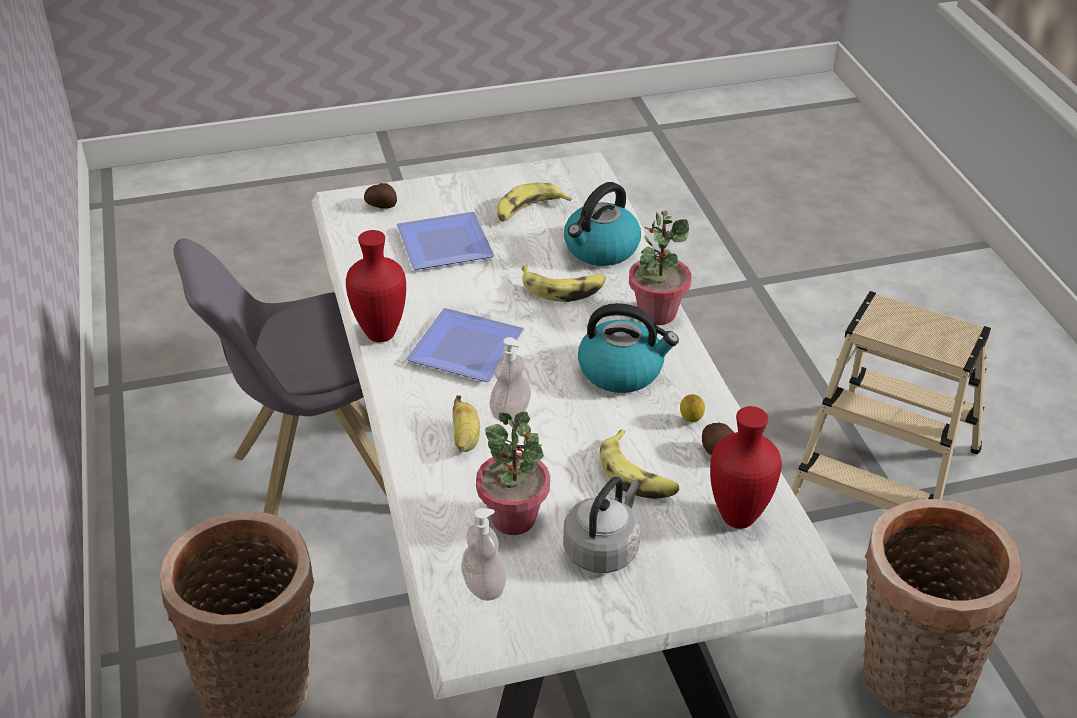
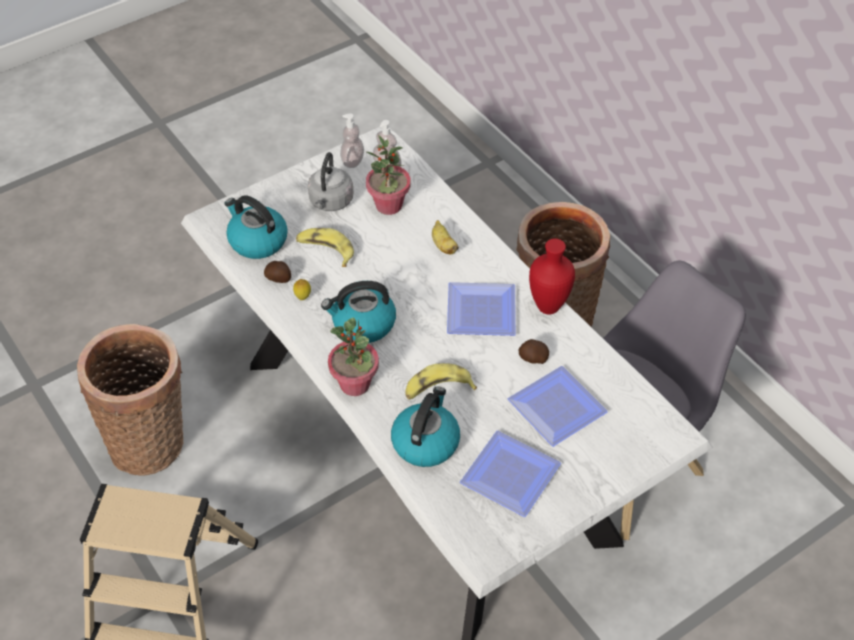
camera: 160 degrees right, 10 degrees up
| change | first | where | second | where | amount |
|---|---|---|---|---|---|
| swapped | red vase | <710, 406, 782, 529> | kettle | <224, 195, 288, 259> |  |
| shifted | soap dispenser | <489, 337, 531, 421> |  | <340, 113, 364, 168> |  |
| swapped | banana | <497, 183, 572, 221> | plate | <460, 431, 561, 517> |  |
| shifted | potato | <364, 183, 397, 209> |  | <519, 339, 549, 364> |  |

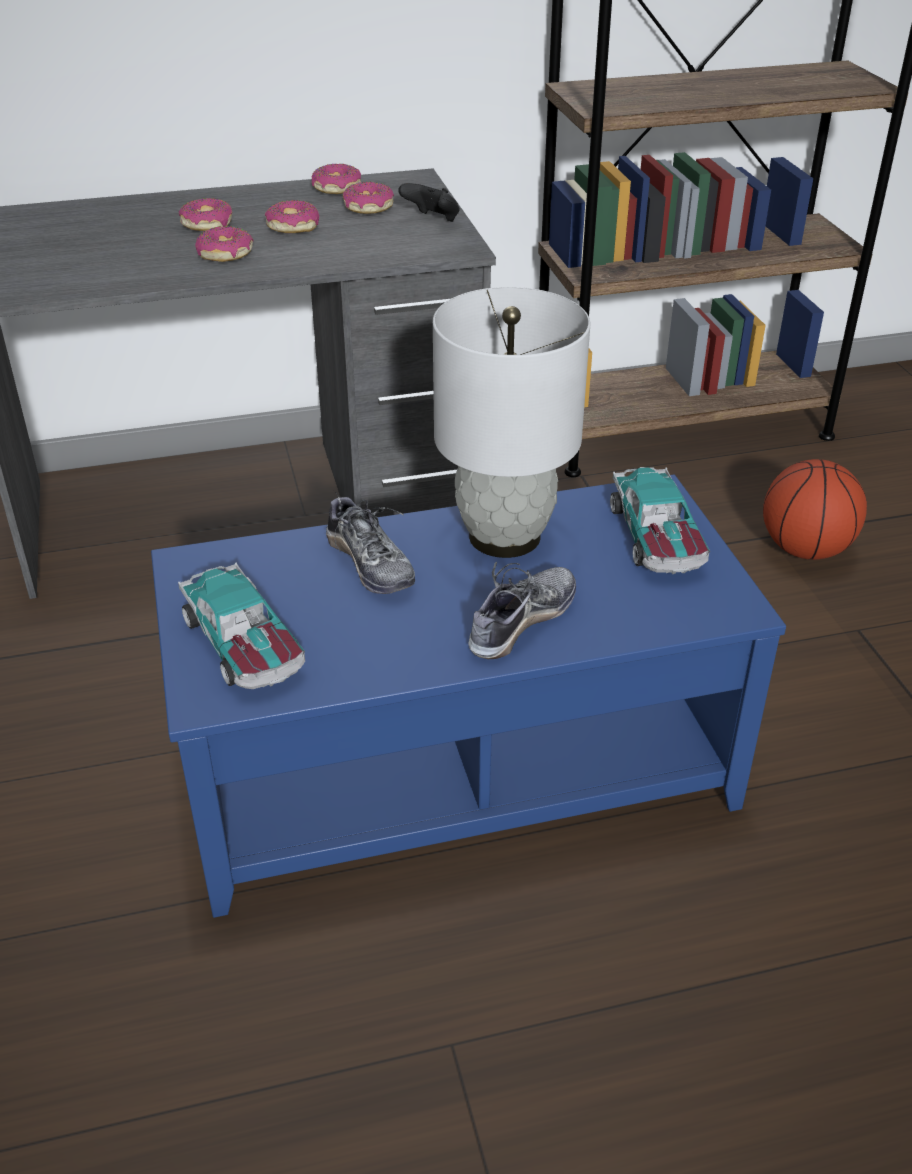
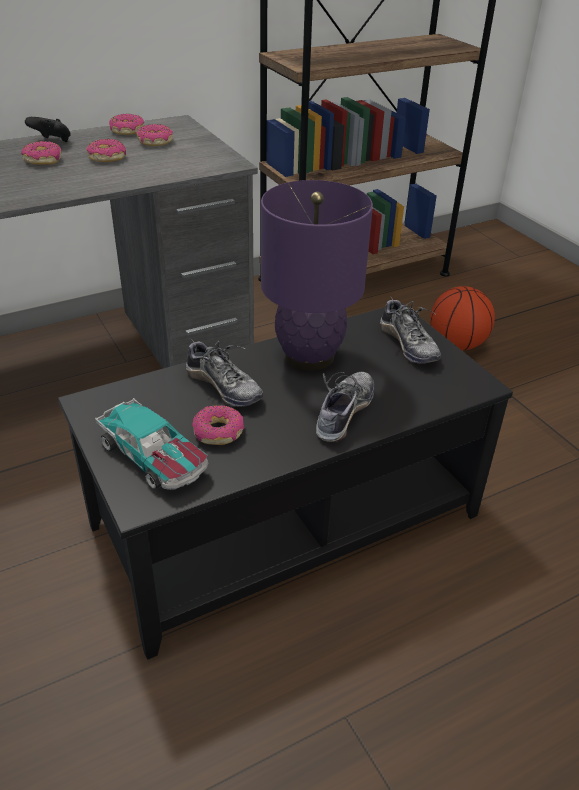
camera: 15 degrees left, 0 degrees up
| change | first | where | second | where | amount |
|---|---|---|---|---|---|
| shifted | black game controller | <398, 183, 460, 222> |  | <25, 117, 71, 142> |  |
| repainted | blue coffee table | <151, 474, 786, 918> | black coffee table | <58, 303, 513, 660> |  |
| shifted | donut | <195, 226, 254, 262> |  | <192, 405, 244, 445> |  |
| repainted | white table lamp | <433, 287, 590, 558> | purple table lamp | <261, 180, 373, 371> |  |
| swapped | toy car | <610, 467, 710, 574> | shoe | <380, 295, 441, 364> |  |

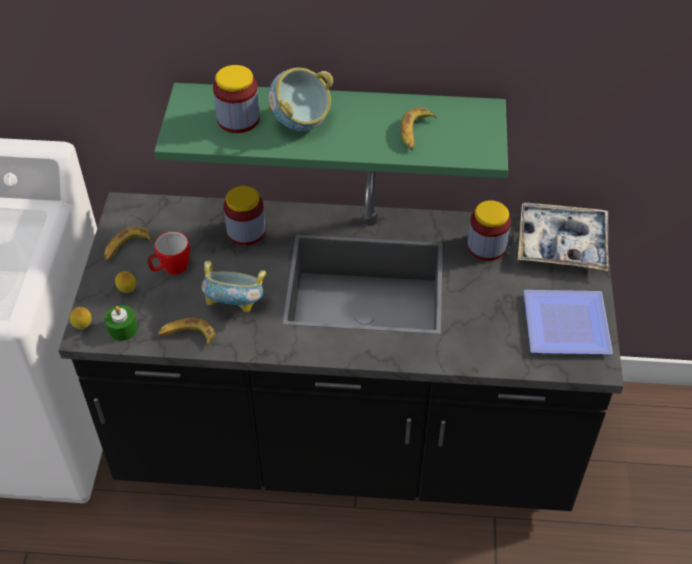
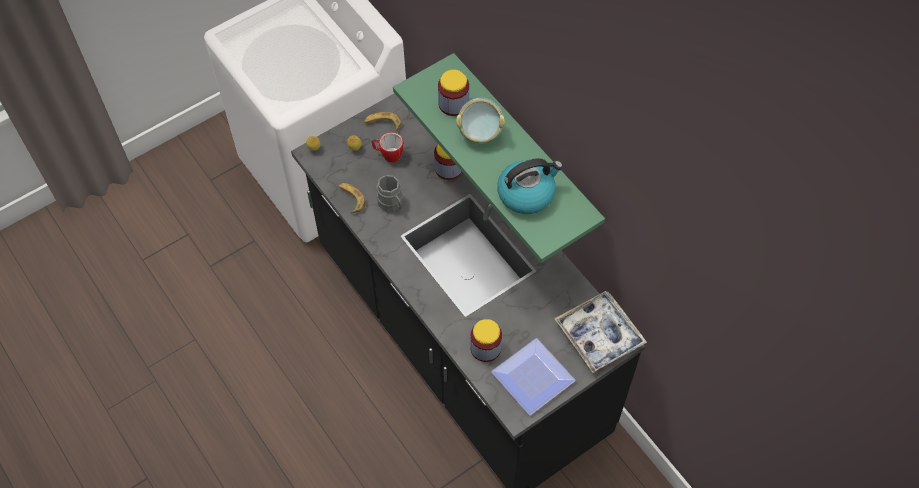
camera: 50 degrees right, 10 degrees up
| change | first | where | second | where | amount |
|---|---|---|---|---|---|
| swapped | bowl | <202, 261, 266, 312> | grey mug | <376, 175, 403, 212> |  |
| shifted | jar | <467, 200, 511, 261> |  | <470, 319, 502, 362> |  |
| swapped | banana | <401, 107, 437, 150> | kettle | <497, 158, 563, 214> |  |
| gone | green candle | <105, 305, 138, 341> |  |  |  |

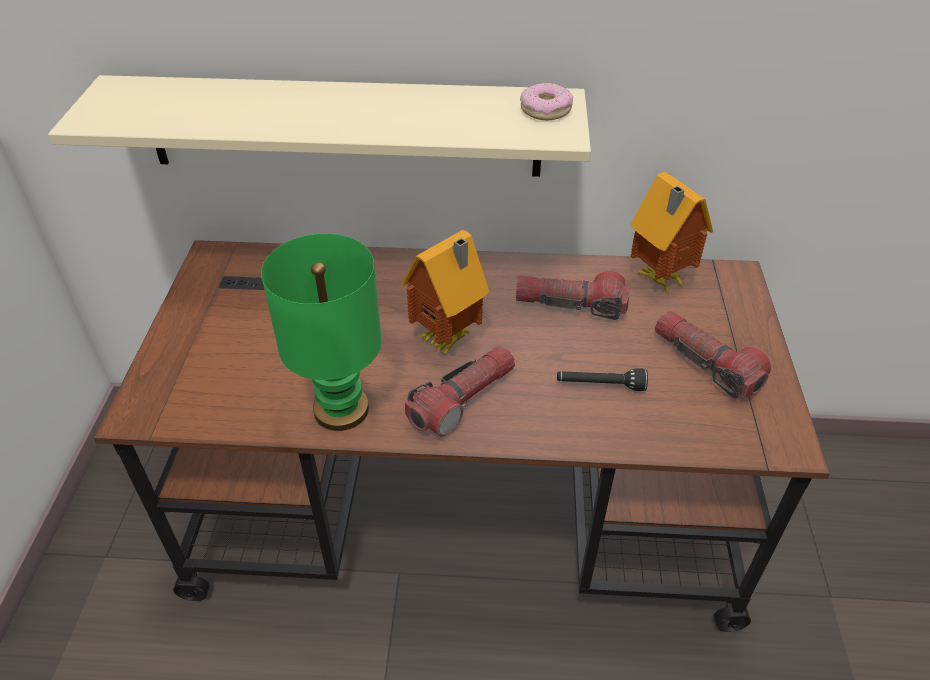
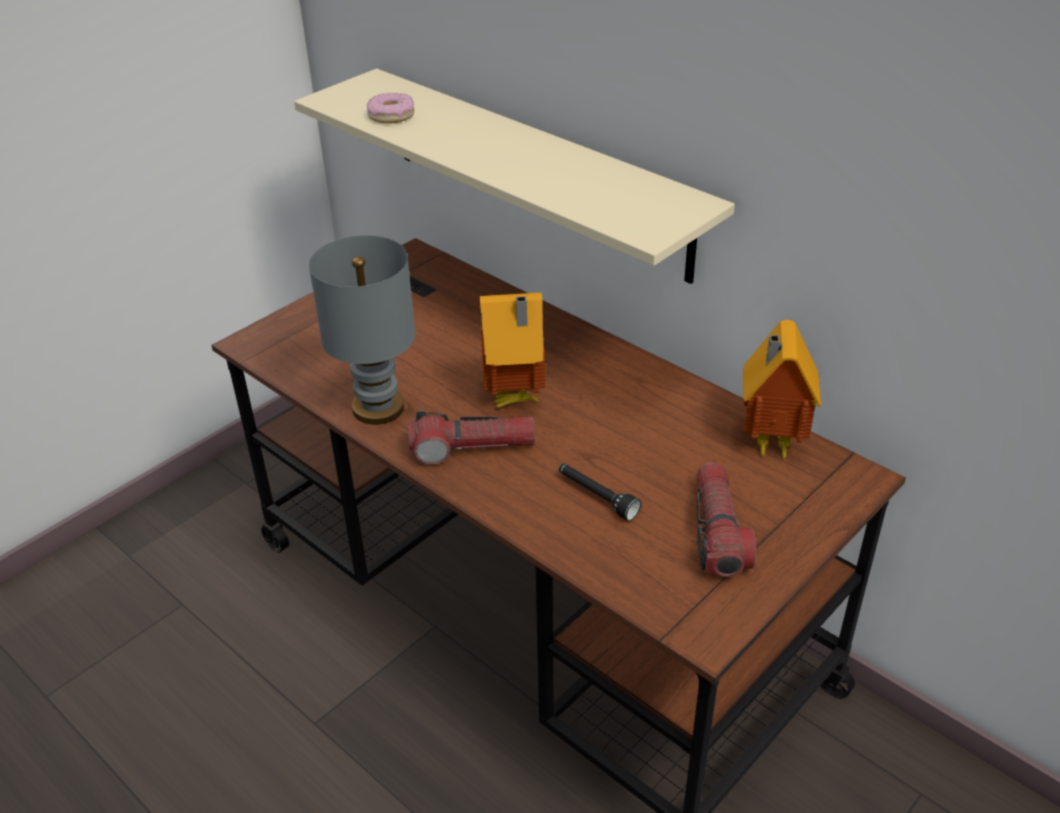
camera: 40 degrees right, 5 degrees down
| change | first | where | second | where | amount |
|---|---|---|---|---|---|
| repainted | green table lamp | <261, 234, 382, 431> | grey table lamp | <309, 235, 416, 425> |  |
| shifted | donut | <520, 83, 573, 120> |  | <367, 93, 415, 123> |  |
| gone | flashlight | <516, 271, 630, 320> |  |  |  |

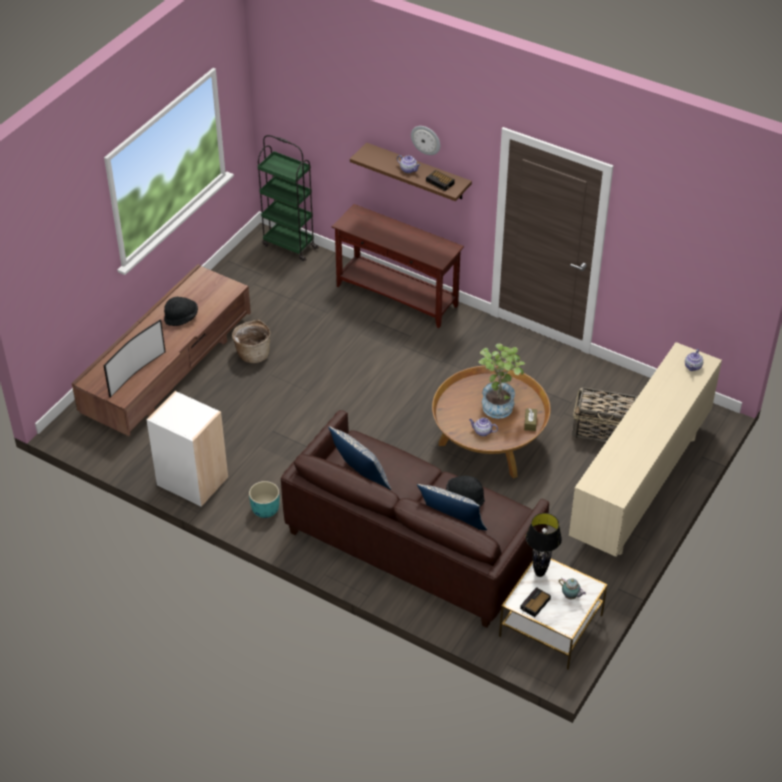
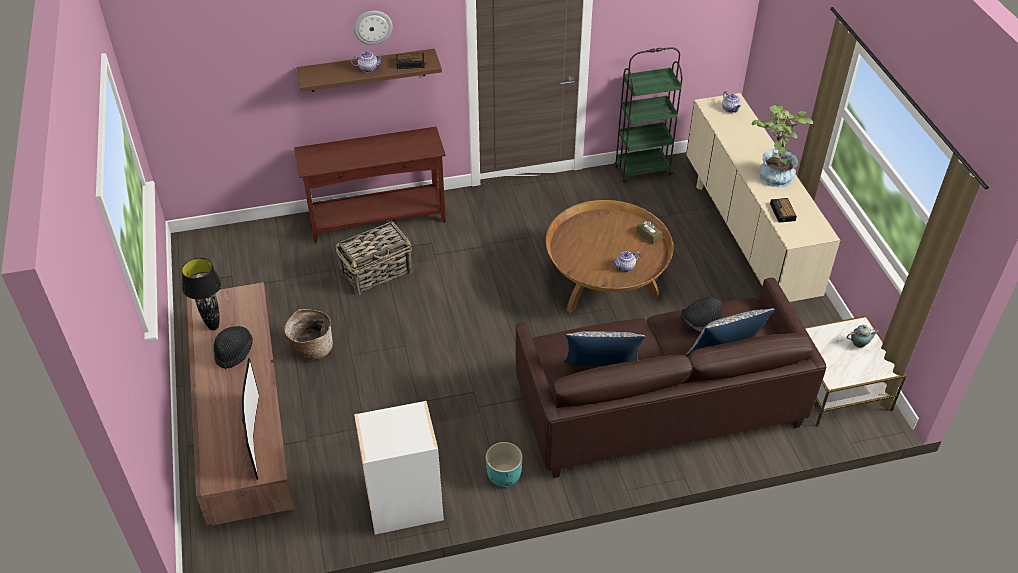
camera: 45 degrees left, 0 degrees up
| change | first | where | second | where | amount |
|---|---|---|---|---|---|
| shifted | black table lamp | <526, 513, 562, 577> |  | <182, 258, 222, 331> |  |
| shifted | basket | <572, 387, 637, 442> |  | <336, 221, 412, 295> |  |
| shifted | green cart | <258, 135, 319, 262> |  | <614, 47, 682, 183> |  |
| shifted | potted plant | <479, 343, 525, 419> |  | <751, 105, 813, 188> |  |
| shifted | alarm clock | <520, 587, 551, 617> |  | <770, 198, 797, 223> |  |

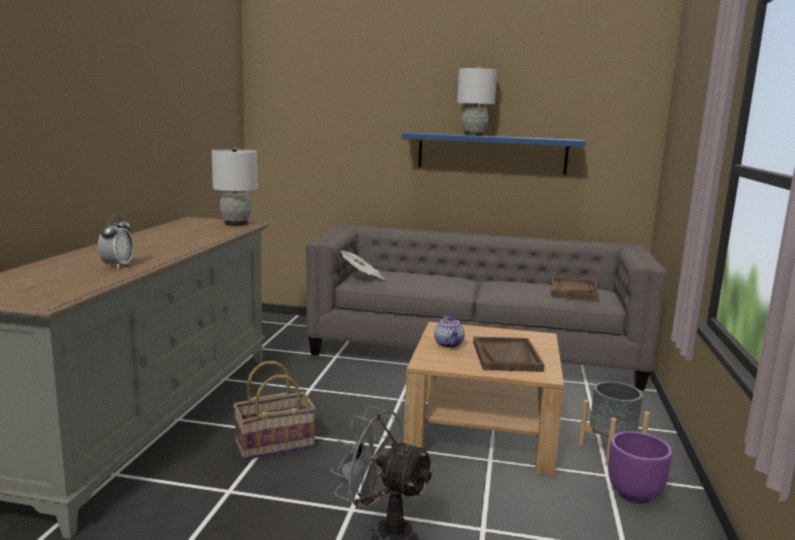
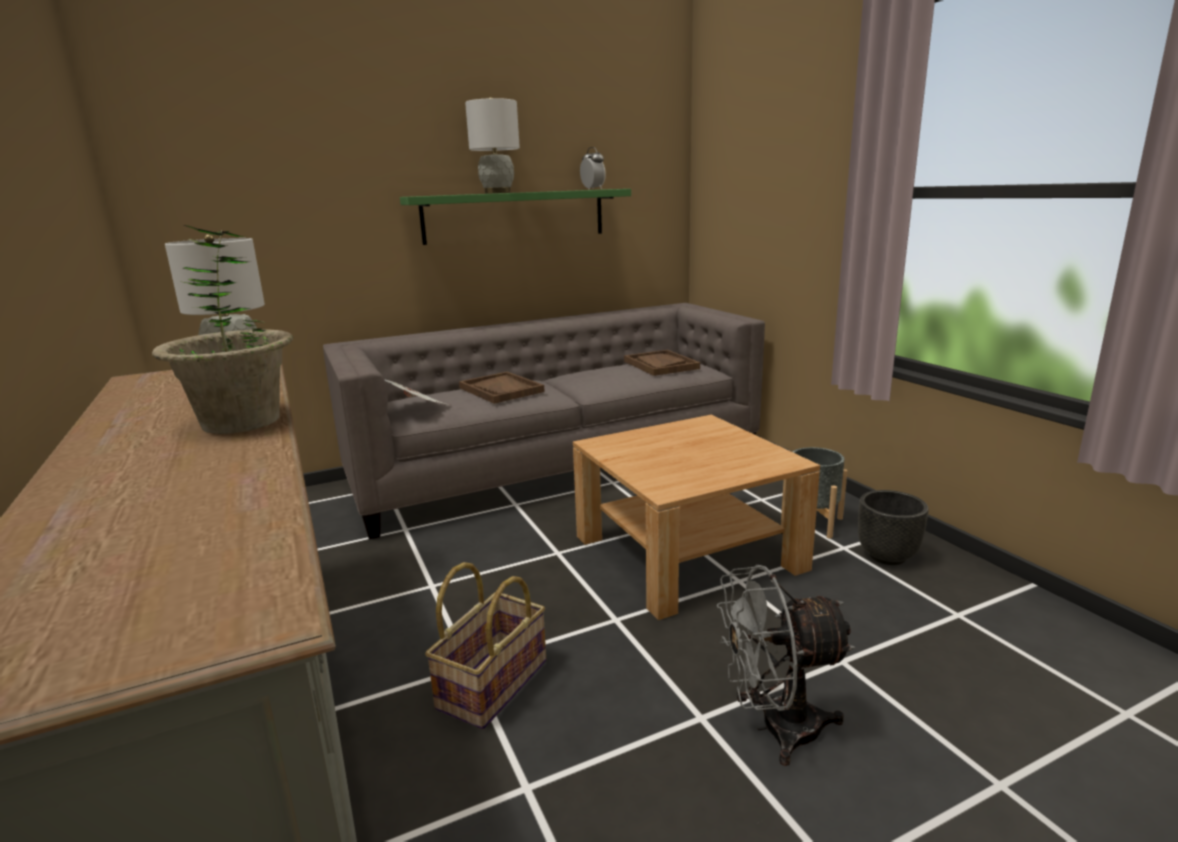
camera: 35 degrees left, 5 degrees up
| change | first | where | second | where | amount |
|---|---|---|---|---|---|
| new |  |  | potted plant | <152, 225, 293, 434> |  |
| repainted | blue shelf | <402, 133, 586, 175> | green shelf | <400, 189, 631, 245> |  |
| shifted | brown tray | <473, 336, 545, 372> |  | <459, 372, 545, 404> |  |
| shifted | alarm clock | <98, 215, 134, 269> |  | <580, 147, 606, 190> |  |
| repainted | purple planter | <608, 431, 673, 504> | black planter | <858, 490, 929, 565> |  |
| gone | teapot | <434, 316, 464, 348> |  |  |  |

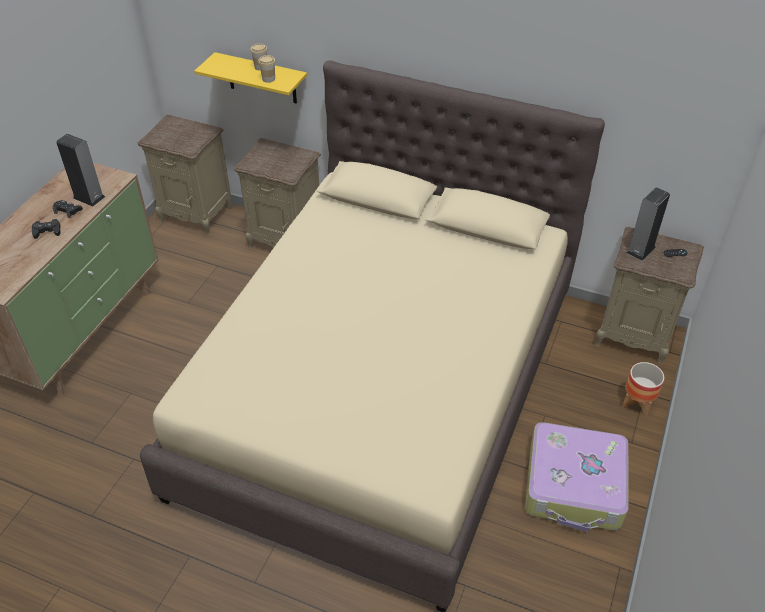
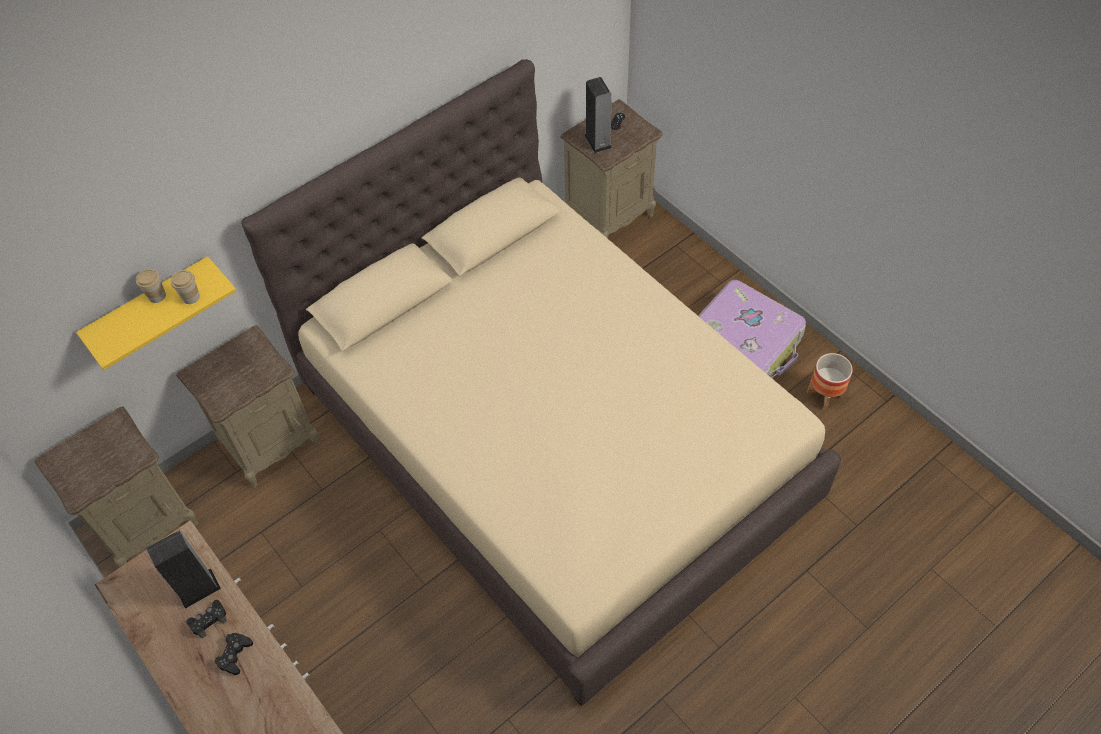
camera: 60 degrees left, 10 degrees up
| change | first | where | second | where | amount |
|---|---|---|---|---|---|
| shifted | planter | <622, 362, 664, 416> |  | <807, 353, 853, 410> |  |

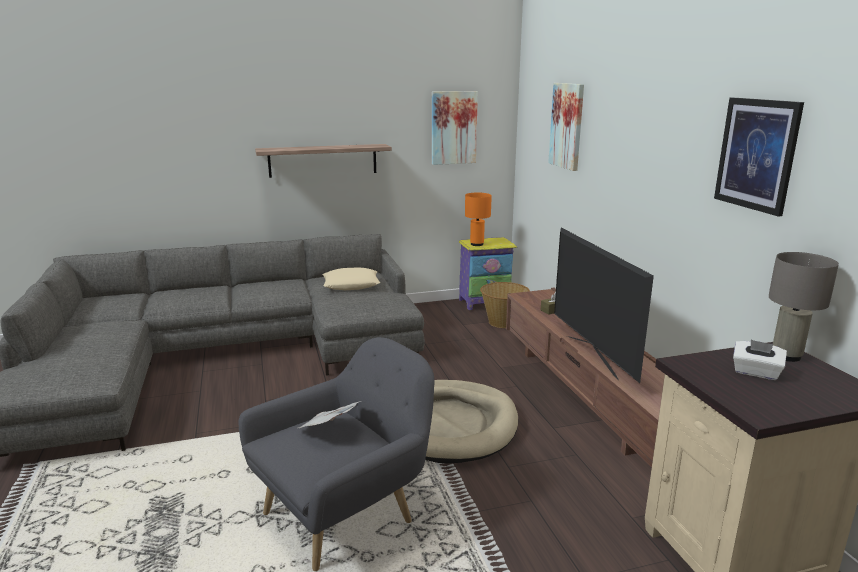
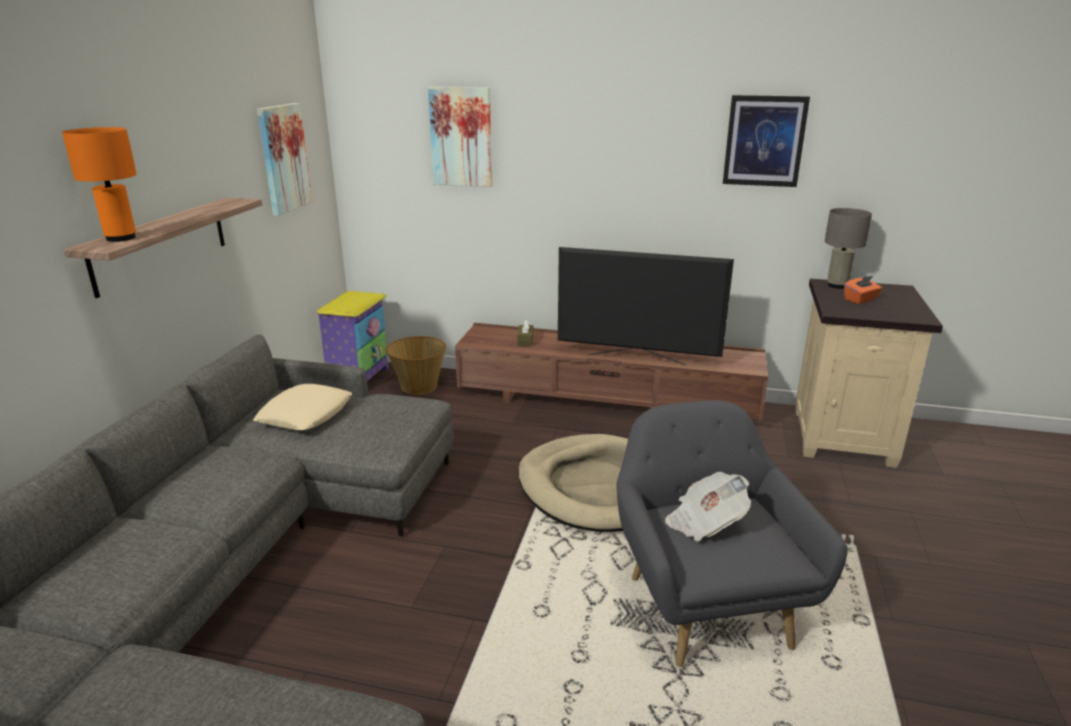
camera: 60 degrees left, 5 degrees up
| change | first | where | second | where | amount |
|---|---|---|---|---|---|
| shifted | orange table lamp | <465, 193, 491, 246> |  | <62, 127, 137, 242> |  |
| repainted | white tissue box | <733, 340, 787, 380> | orange tissue box | <844, 275, 882, 304> |  |

